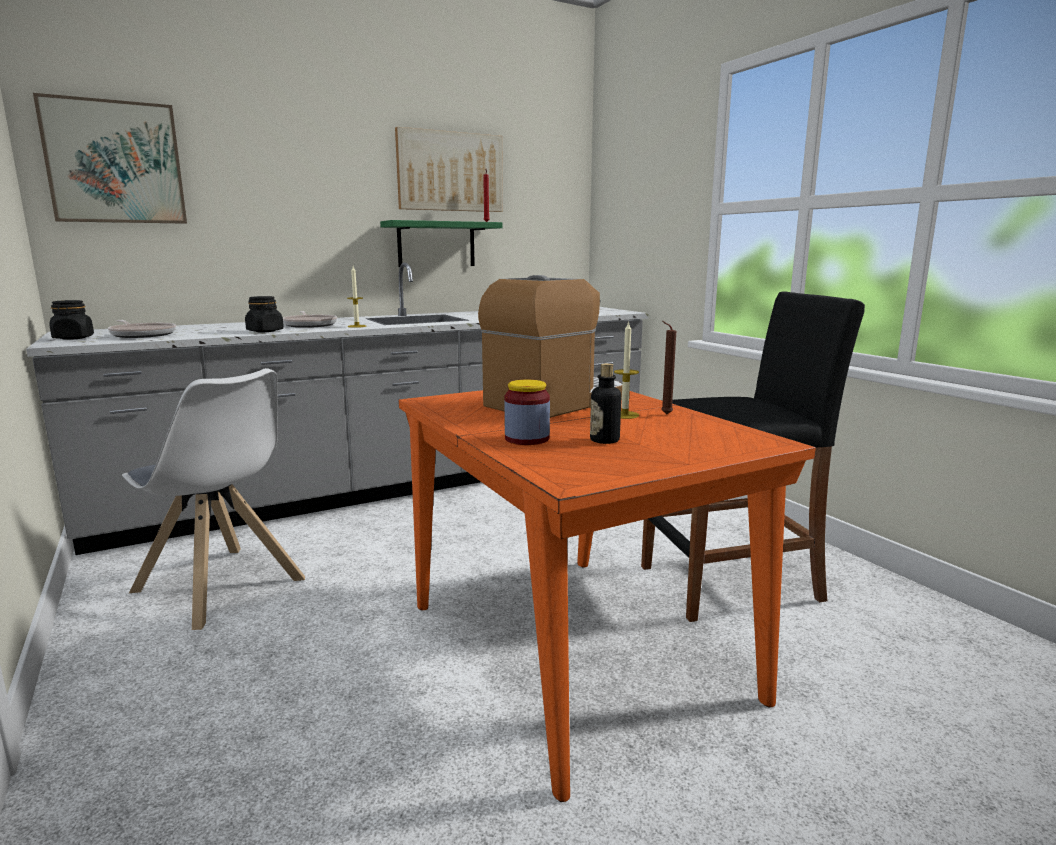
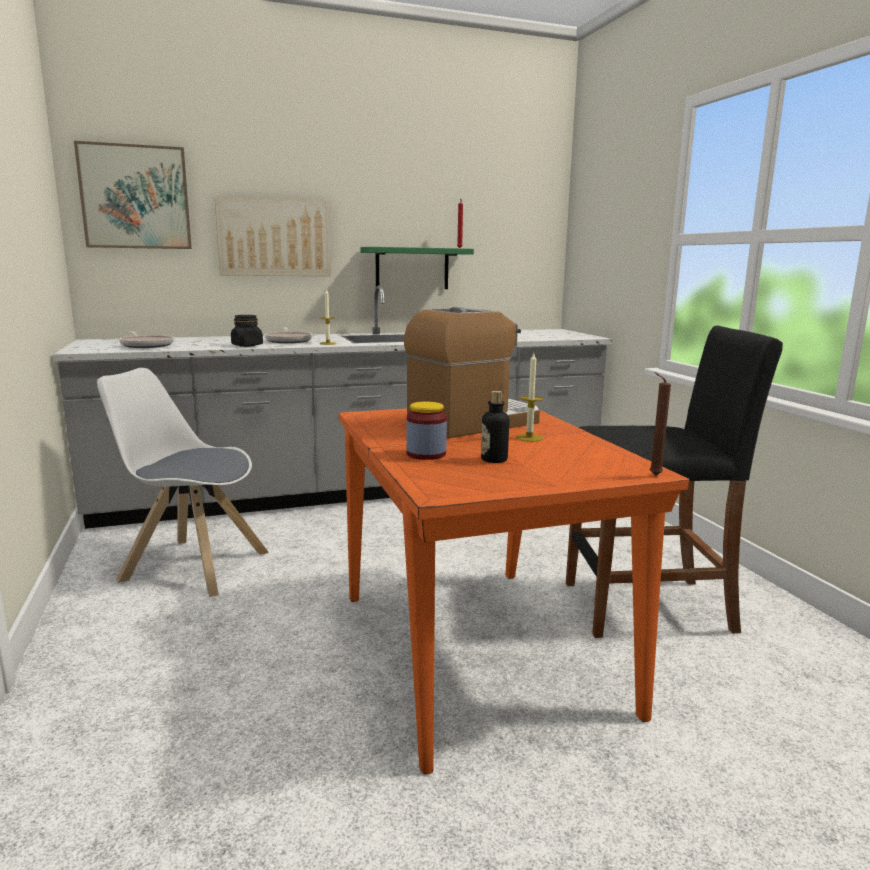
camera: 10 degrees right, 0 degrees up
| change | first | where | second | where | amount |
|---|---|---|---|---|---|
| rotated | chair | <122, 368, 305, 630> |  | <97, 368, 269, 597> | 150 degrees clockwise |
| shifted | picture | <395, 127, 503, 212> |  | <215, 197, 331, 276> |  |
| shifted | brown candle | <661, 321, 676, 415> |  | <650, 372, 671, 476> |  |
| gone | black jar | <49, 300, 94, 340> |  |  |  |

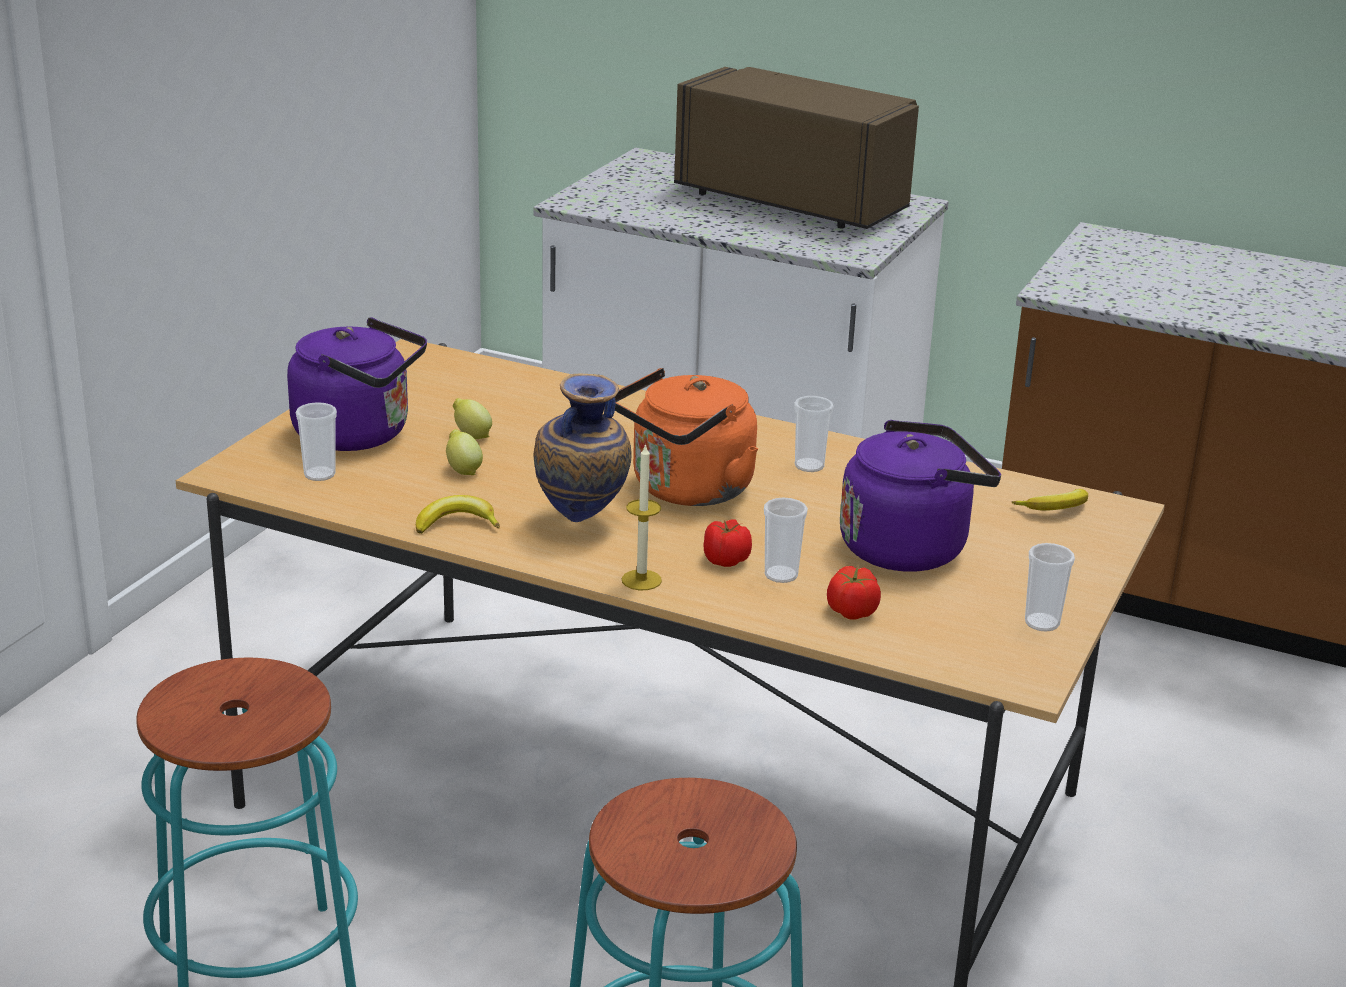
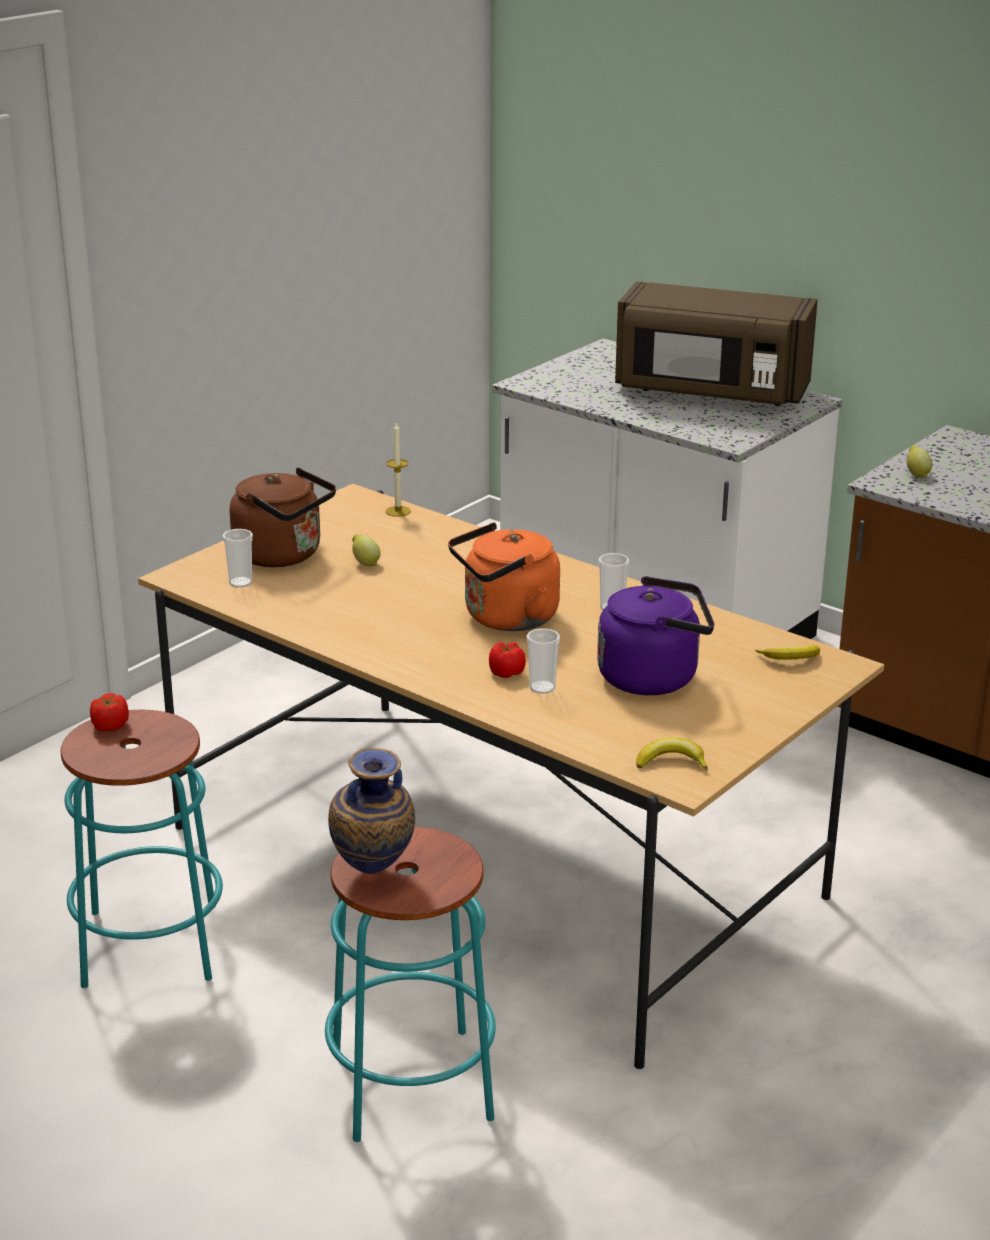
camera: 15 degrees right, 0 degrees up
| change | first | where | second | where | amount |
|---|---|---|---|---|---|
| shifted | tomato | <827, 566, 881, 620> |  | <90, 693, 129, 732> |  |
| repainted | purple kettle | <287, 317, 427, 451> | brown kettle | <230, 467, 336, 567> |  |
| shifted | vase | <534, 374, 632, 522> |  | <328, 748, 415, 874> |  |
| shifted | candle | <622, 443, 662, 590> |  | <386, 422, 411, 517> |  |
| rotated | brown microwave | <674, 67, 919, 229> |  | <615, 281, 818, 406> | 150 degrees clockwise |
| shifted | banana | <416, 495, 500, 534> |  | <636, 737, 708, 770> |  |
| shifted | lemon | <446, 429, 483, 475> |  | <906, 445, 932, 478> |  |
| gone | cup | <1025, 543, 1075, 632> |  |  |  |

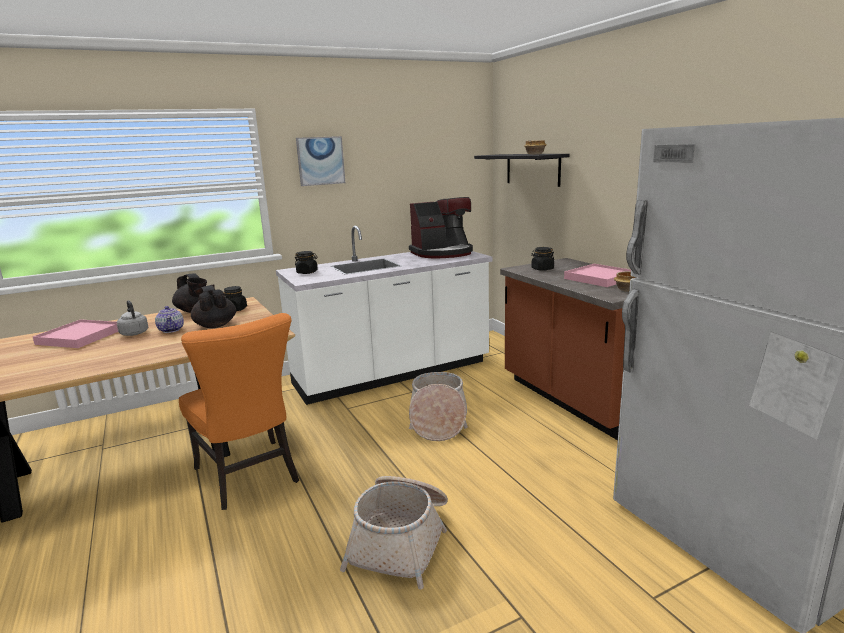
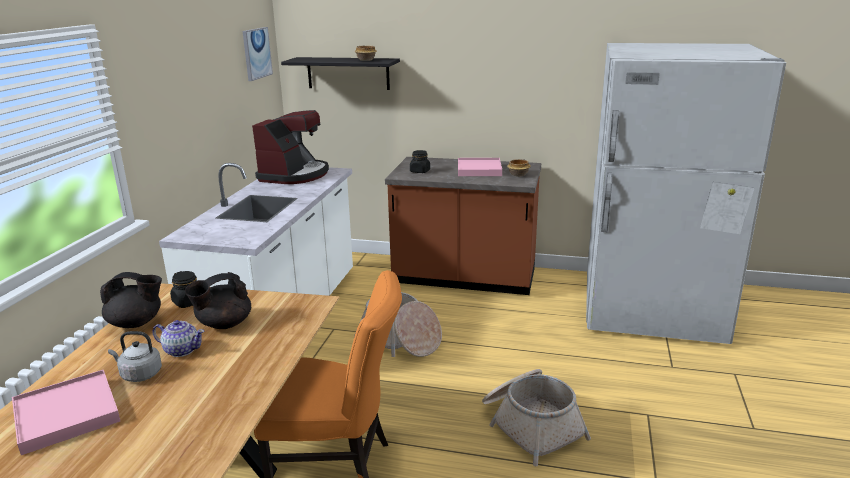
camera: 50 degrees left, 5 degrees up
| change | first | where | second | where | amount |
|---|---|---|---|---|---|
| rotated | black teapot | <191, 285, 236, 328> |  | <185, 272, 251, 329> | 45 degrees counterclockwise |
| shifted | picture | <296, 136, 345, 186> |  | <243, 27, 273, 81> |  |
| gone | black jar | <295, 251, 318, 274> |  |  |  |

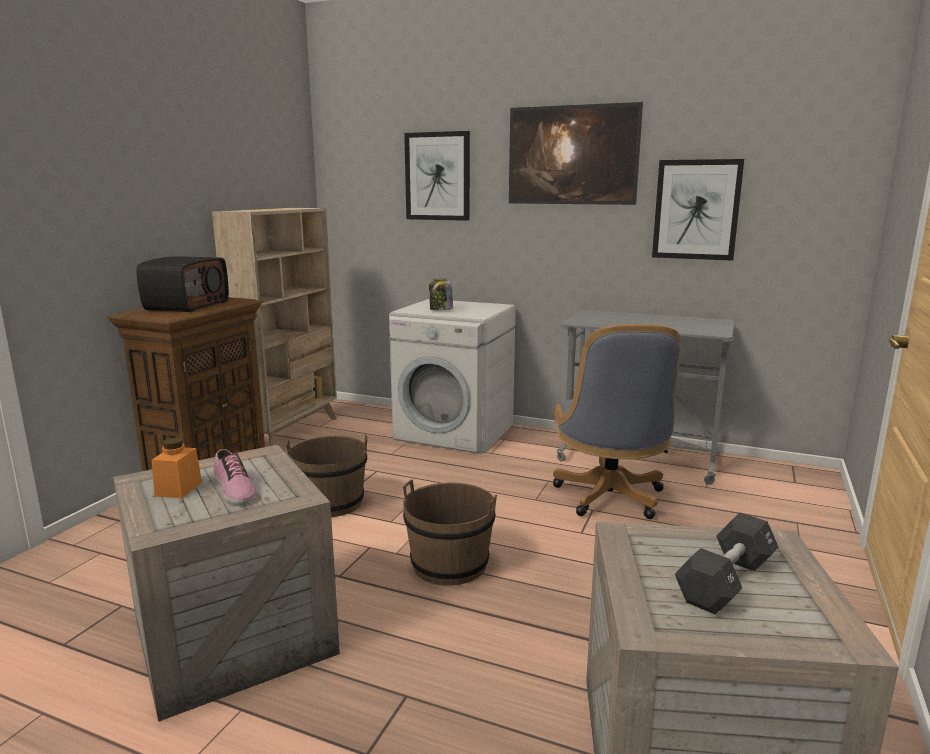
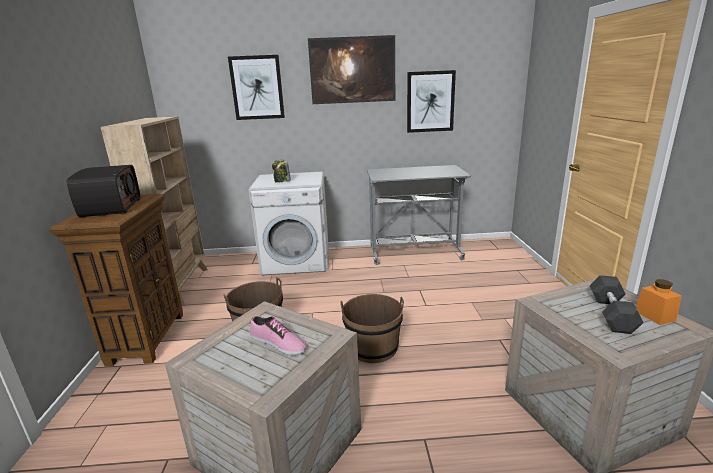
camera: 25 degrees left, 5 degrees up
| change | first | where | second | where | amount |
|---|---|---|---|---|---|
| shifted | orange jar | <152, 437, 202, 498> |  | <636, 279, 682, 325> |  |
| gone | blue office chair | <553, 324, 681, 519> |  |  |  |

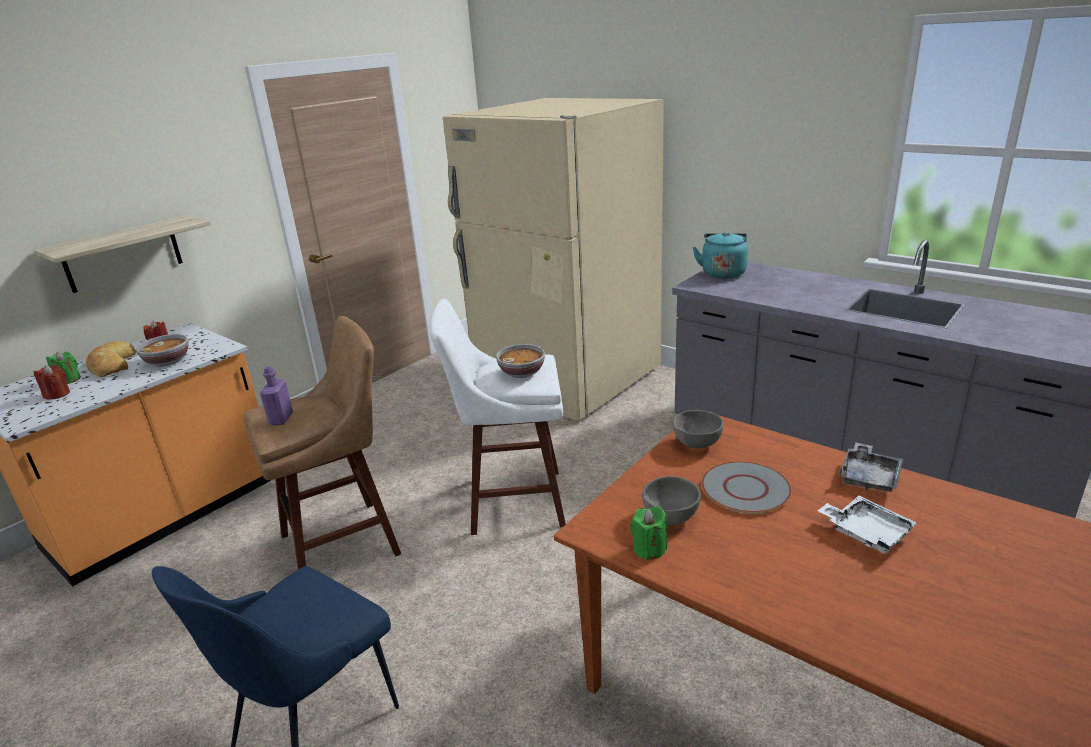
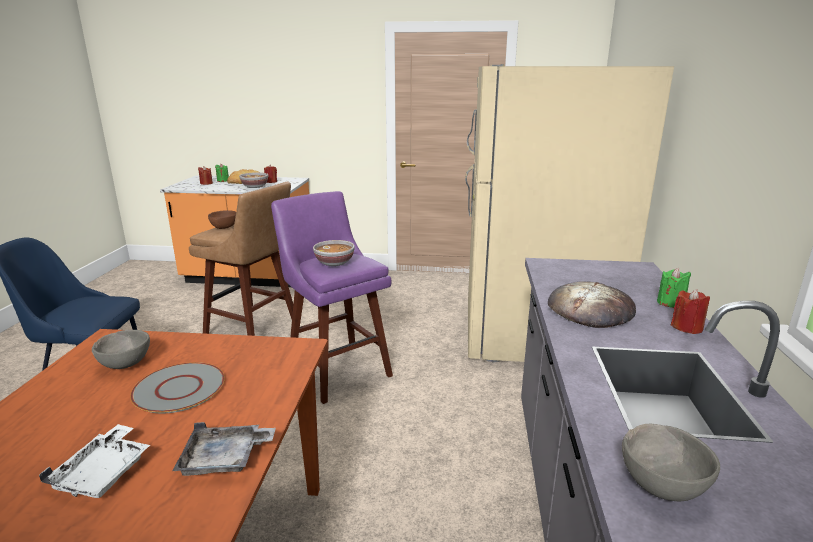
camera: 55 degrees right, 5 degrees down
| change | first | where | second | where | amount |
|---|---|---|---|---|---|
| swapped | purple bottle | <260, 366, 293, 425> | brown bowl | <208, 210, 236, 229> |  |
| repainted | white stool | <430, 299, 566, 535> | purple stool | <271, 191, 393, 404> |  |
| new |  |  | bread | <548, 281, 636, 328> |  |
| shifted | grey bowl | <673, 410, 723, 448> |  | <622, 424, 720, 501> |  |
| shifted | green candle | <630, 506, 667, 560> |  | <657, 268, 691, 308> |  |
| new |  |  | red candle | <671, 289, 710, 334> |  |
| gone | shelf | <34, 215, 211, 293> |  |  |  |
| gone | turquoise kettle | <693, 232, 748, 278> |  |  |  |

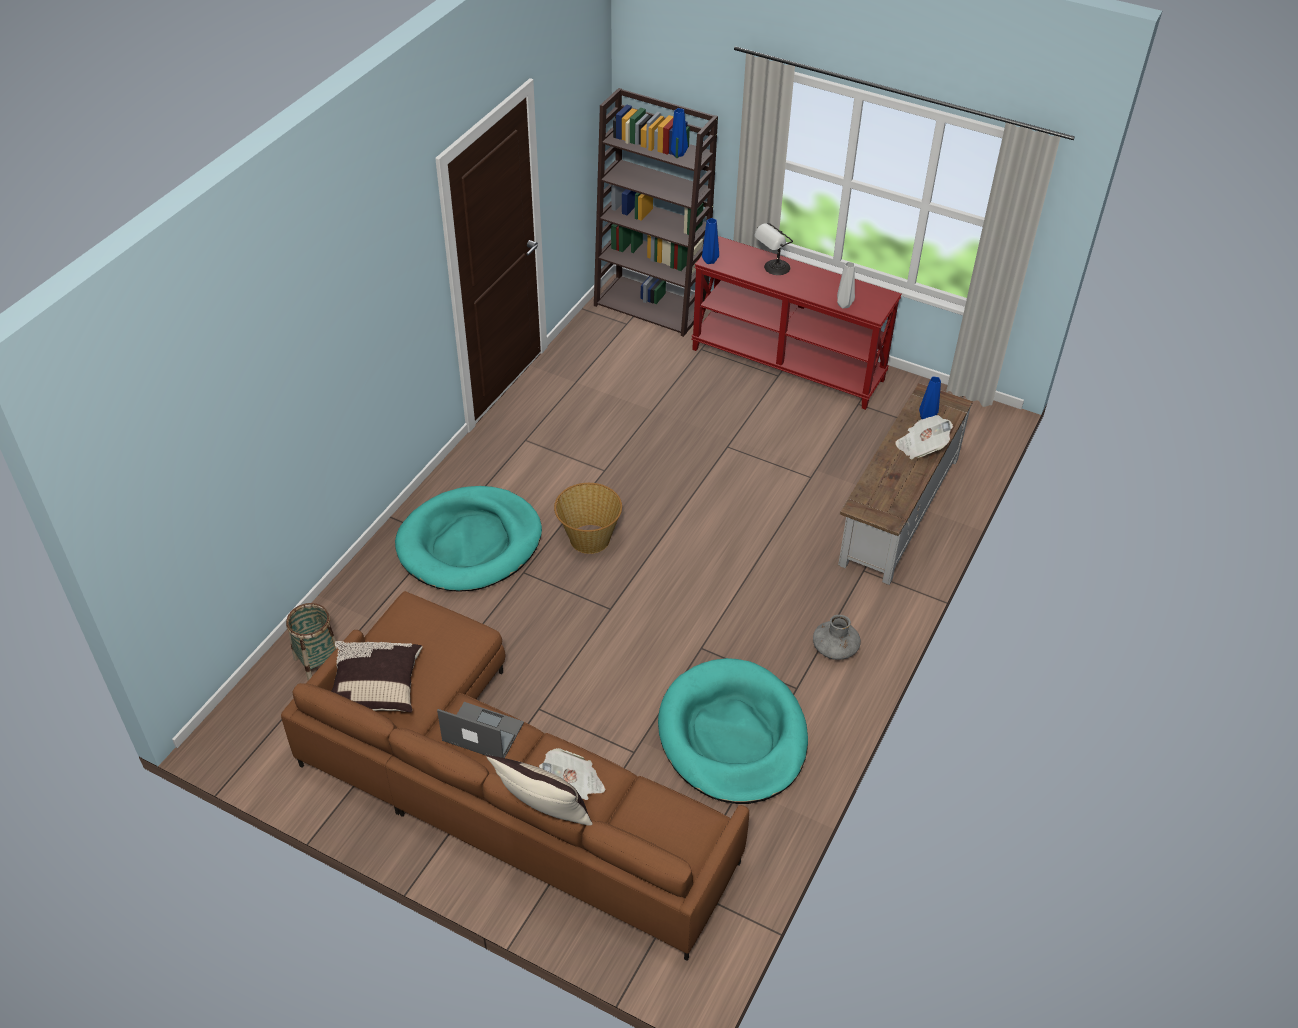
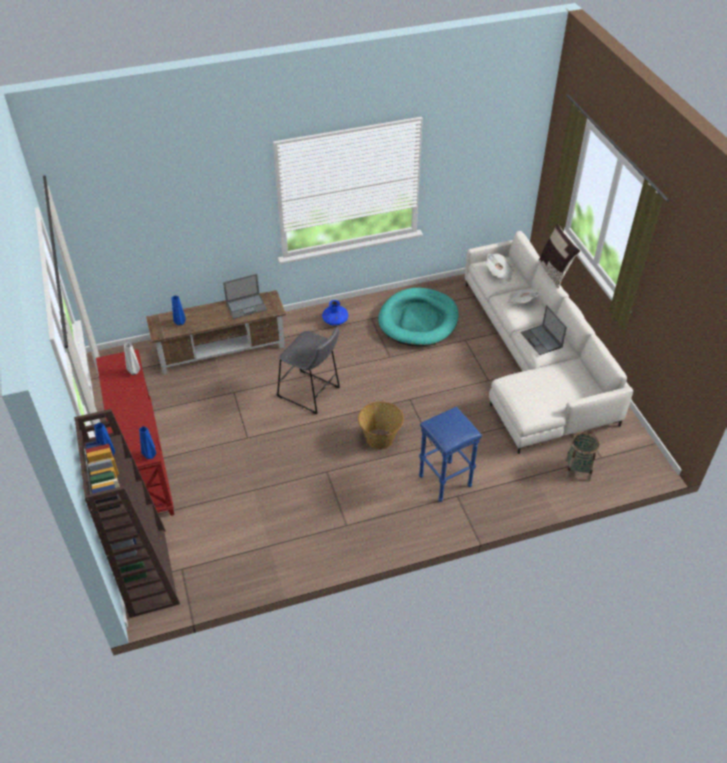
camera: 135 degrees left, 0 degrees up
| change | first | where | second | where | amount |
|---|---|---|---|---|---|
| new |  |  | laptop | <223, 274, 267, 319> |  |
| new |  |  | grey stool | <276, 327, 340, 415> |  |
| repainted | grey vase | <813, 615, 861, 660> | blue vase | <322, 300, 348, 326> |  |
| swapped | turquoise dog bed | <395, 486, 542, 592> | blue stool | <419, 407, 482, 502> |  |
| repainted | brown sofa | <281, 591, 749, 961> | white sofa | <465, 231, 633, 454> |  |
| shifted | newspaper | <895, 415, 953, 460> |  | <486, 253, 514, 282> |  |
| gone | pillow | <332, 641, 423, 712> |  |  |  |
| gone | table lamp | <754, 223, 793, 275> |  |  |  |

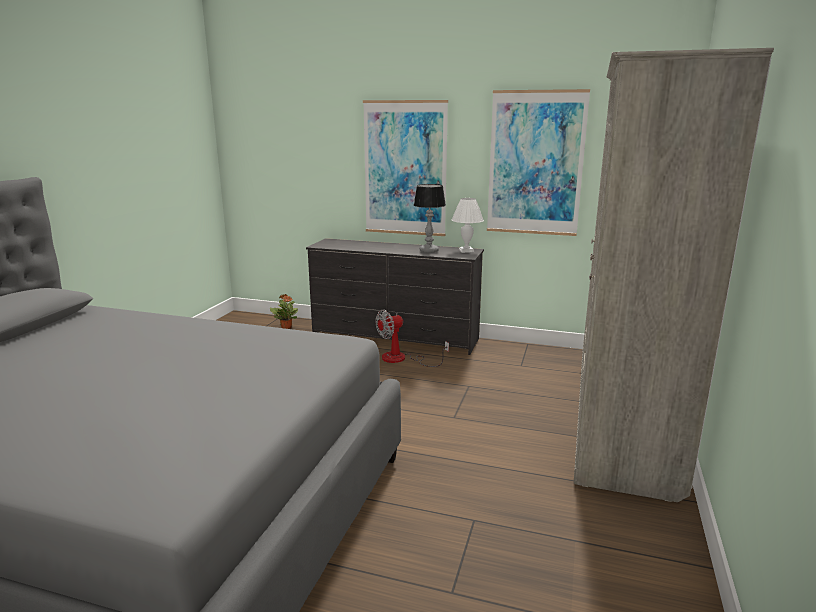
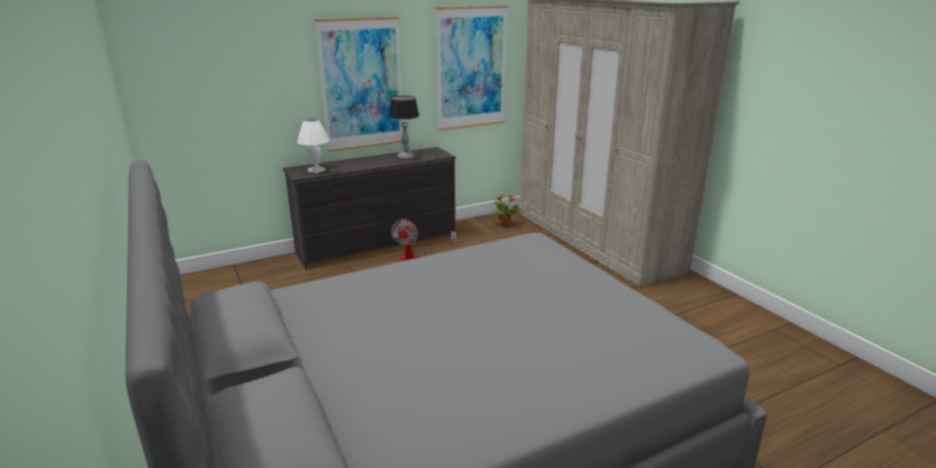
camera: 45 degrees left, 5 degrees up
| change | first | where | second | where | amount |
|---|---|---|---|---|---|
| shifted | white table lamp | <452, 198, 484, 253> |  | <297, 118, 330, 173> |  |
| shifted | potted plant | <270, 294, 298, 329> |  | <491, 195, 519, 227> |  |

